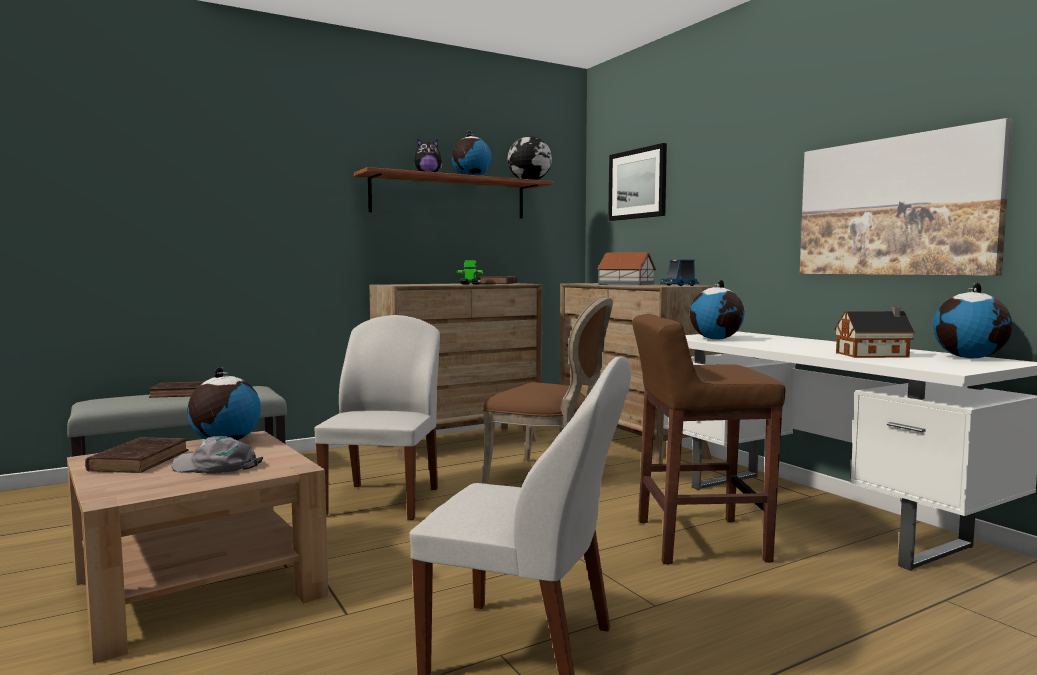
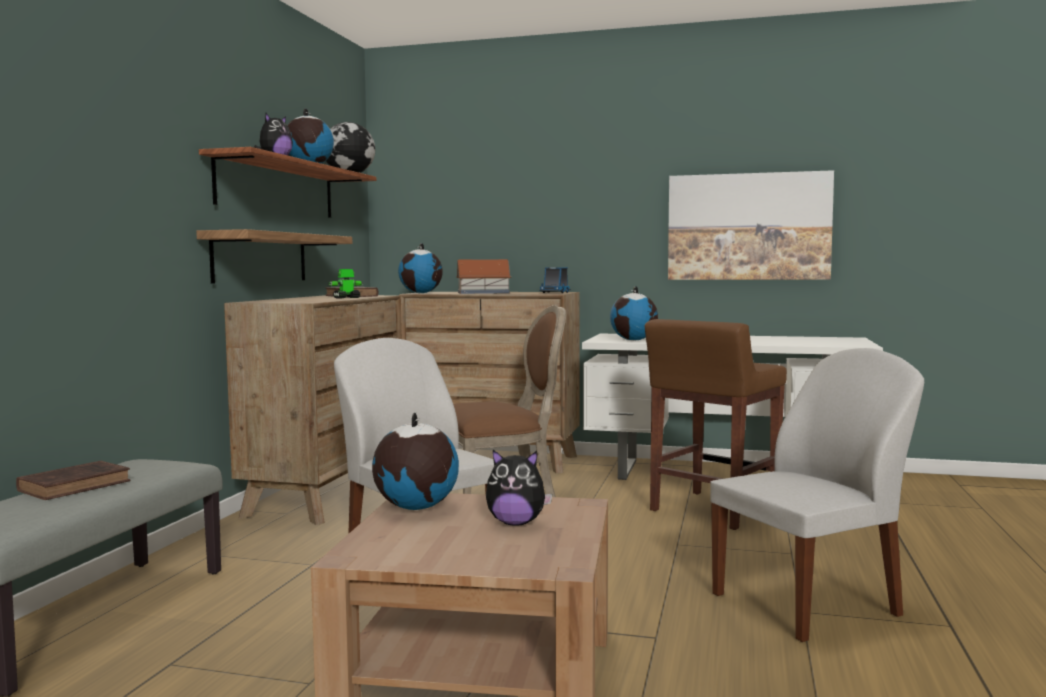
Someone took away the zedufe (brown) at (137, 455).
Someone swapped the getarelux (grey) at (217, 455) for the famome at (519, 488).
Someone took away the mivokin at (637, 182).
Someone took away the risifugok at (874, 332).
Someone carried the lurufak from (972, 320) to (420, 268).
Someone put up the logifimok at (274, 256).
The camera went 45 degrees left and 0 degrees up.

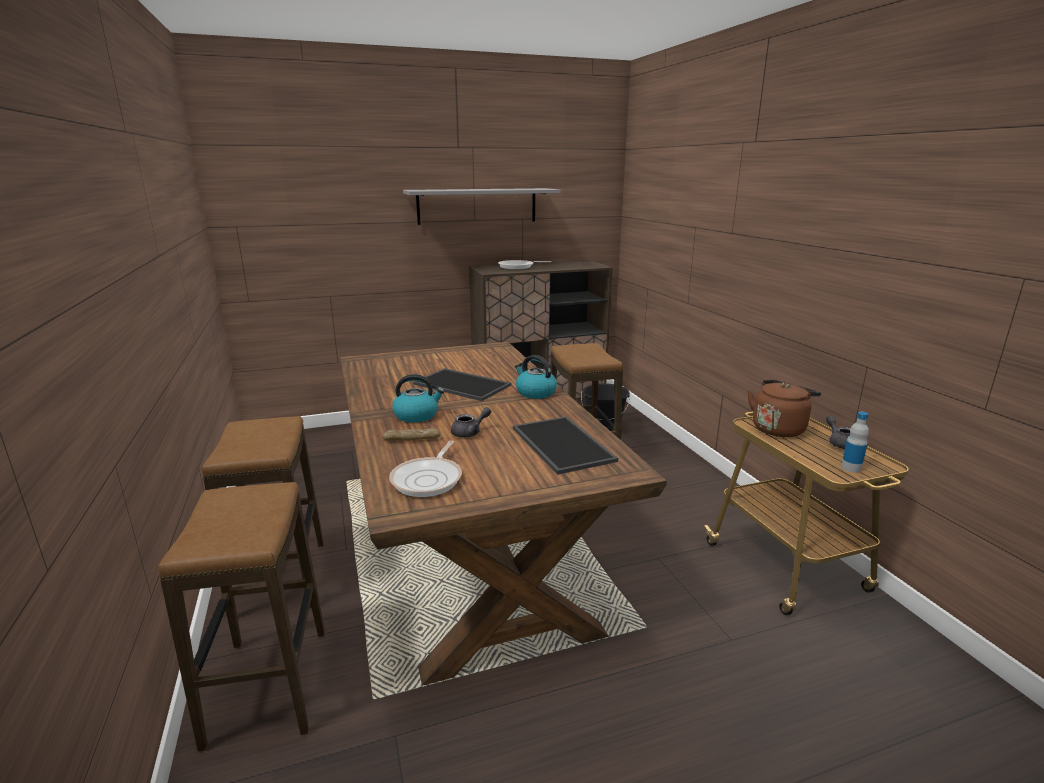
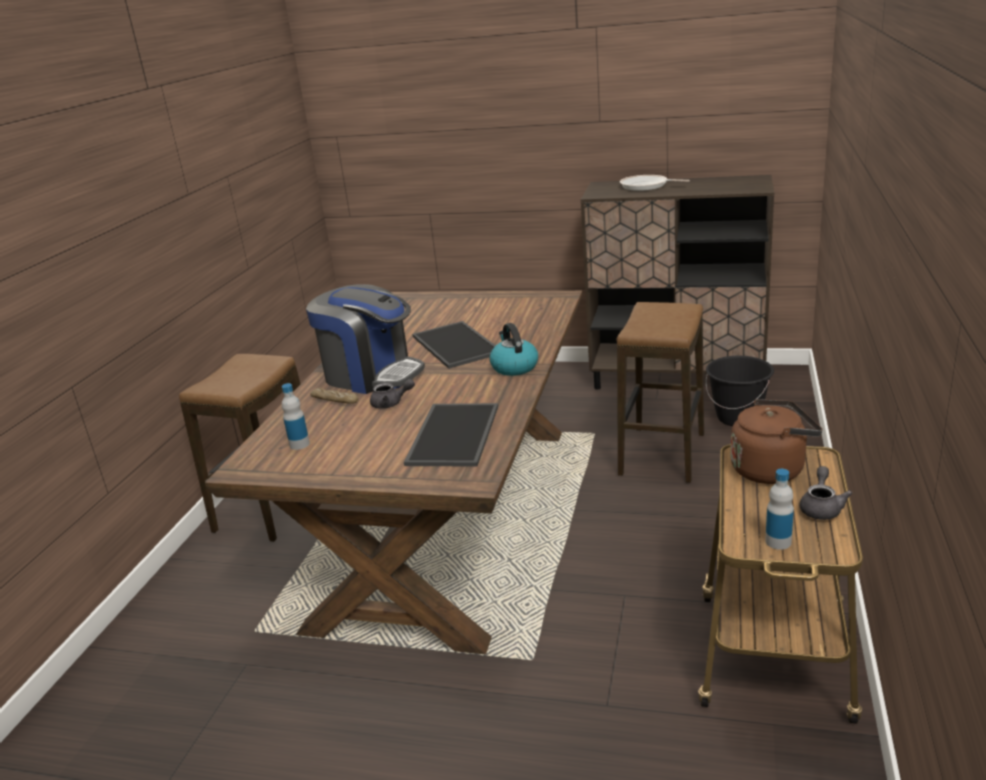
Someone took away the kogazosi at (241, 616).
Someone swapped the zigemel at (425, 469) for the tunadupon at (296, 416).
Someone swapped the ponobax at (418, 398) for the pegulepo at (365, 339).
Someone took away the logifimok (grey) at (481, 206).
The camera went 35 degrees right and 5 degrees up.

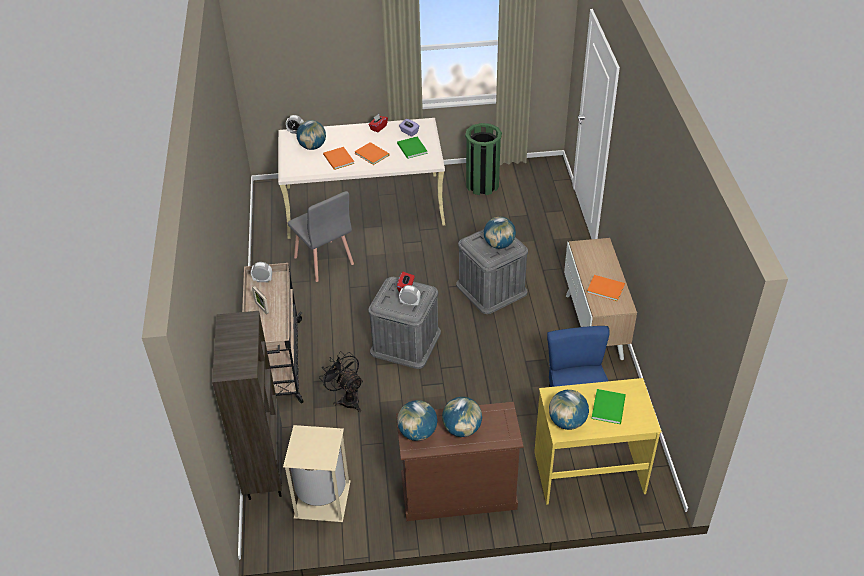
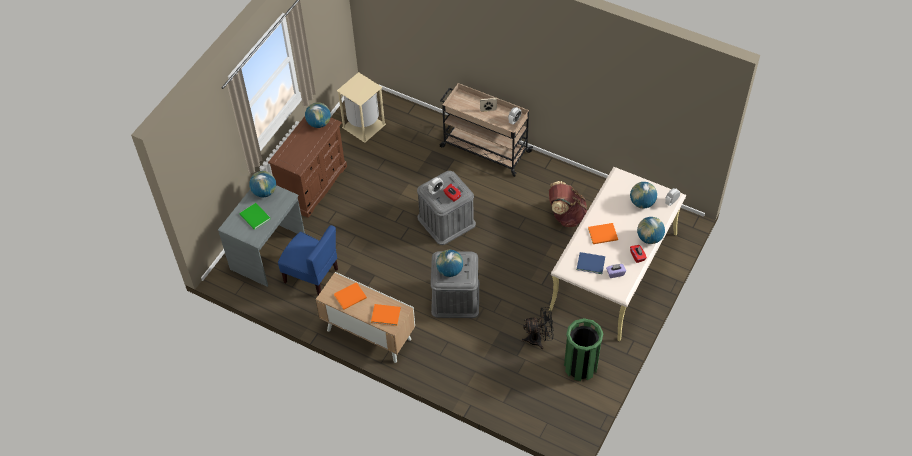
Someone took away the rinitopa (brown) at (247, 405).
Someone swapped the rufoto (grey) at (320, 236) for the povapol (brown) at (568, 204).
Someone carried the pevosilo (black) from (341, 381) to (537, 328).
Someone carried the zedufe (orange) from (339, 158) to (386, 315).
Someone repainted the zedufe (green) at (412, 148), which became the zedufe (blue) at (591, 263).
Someone carried the lurufak from (462, 417) to (651, 230).
Someone repainted the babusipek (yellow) at (598, 441), which became the babusipek (grey) at (261, 236).
The camera went 125 degrees right and 10 degrees up.

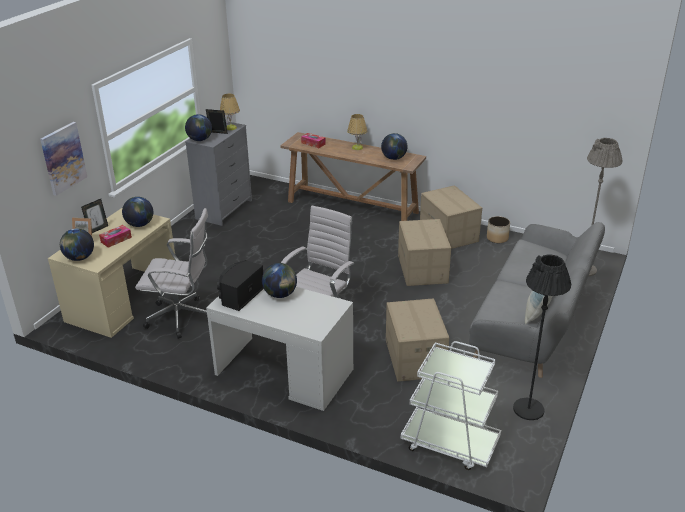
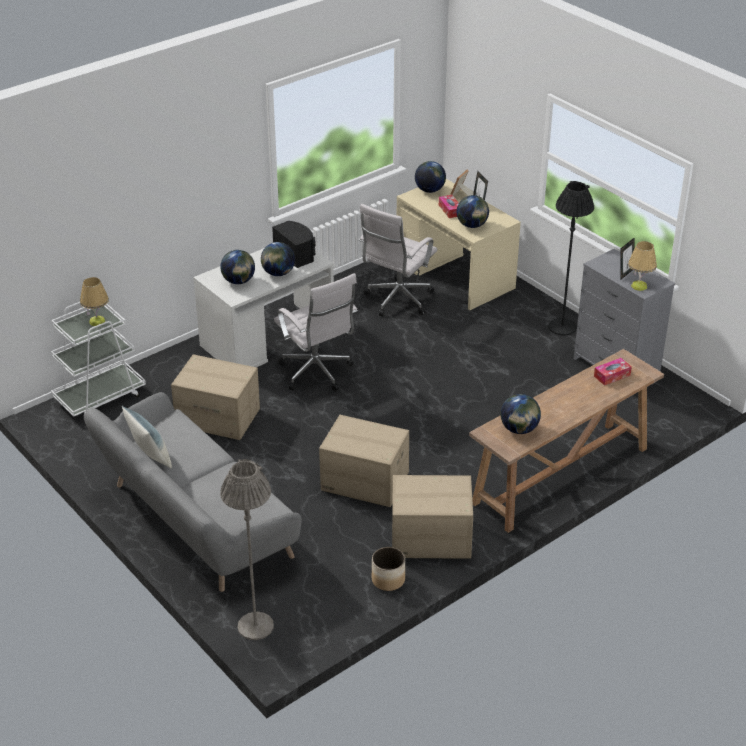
Someone took away the mivokin at (63, 159).
Someone carried the lurufak from (198, 127) to (237, 267).
Someone carried the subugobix from (357, 132) to (94, 301).
Someone carried the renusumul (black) from (542, 337) to (571, 258).
The camera went 115 degrees right and 5 degrees up.

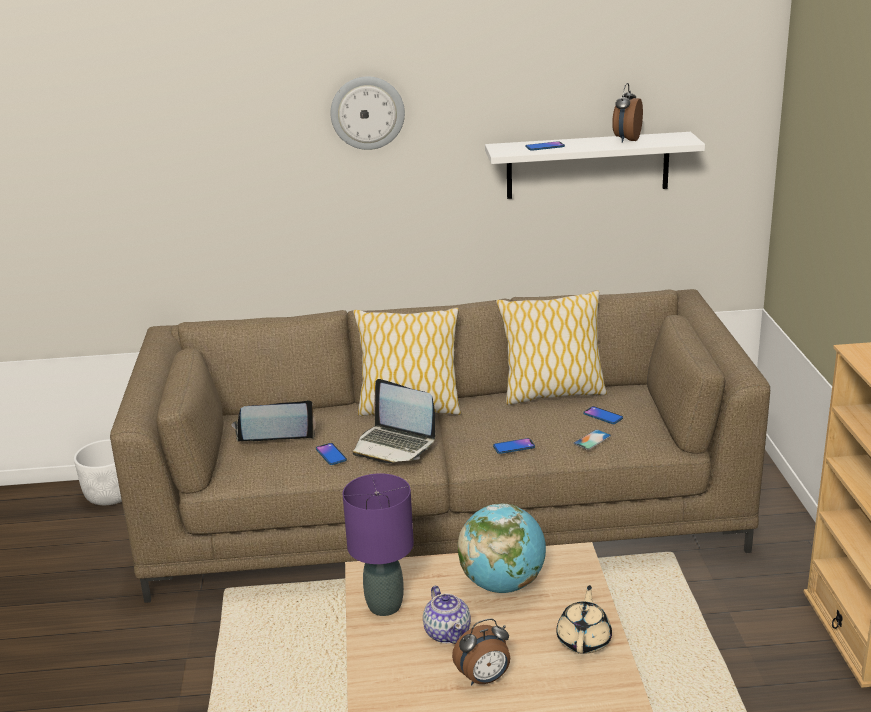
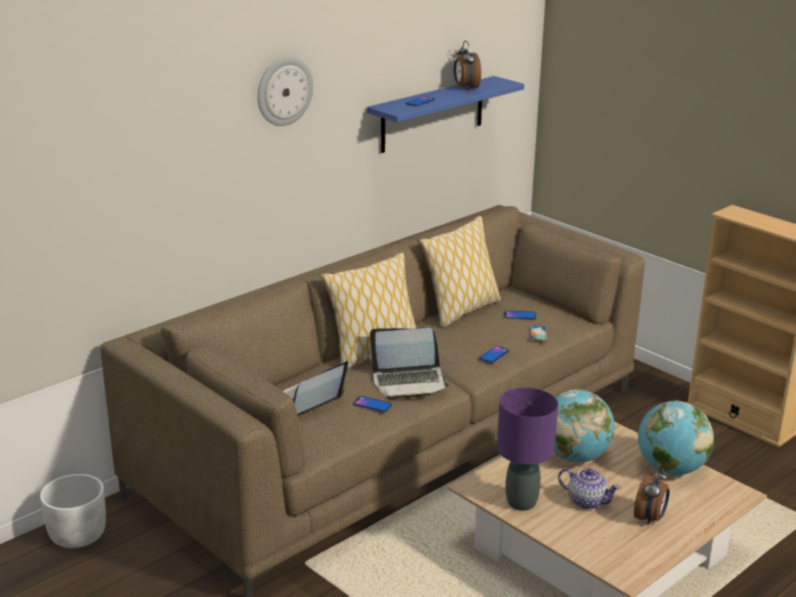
Someone repainted the logifimok (white) at (595, 165), which became the logifimok (blue) at (445, 114).
Someone swapped the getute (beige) at (584, 619) for the lurufak at (676, 438).
The camera went 40 degrees left and 0 degrees up.

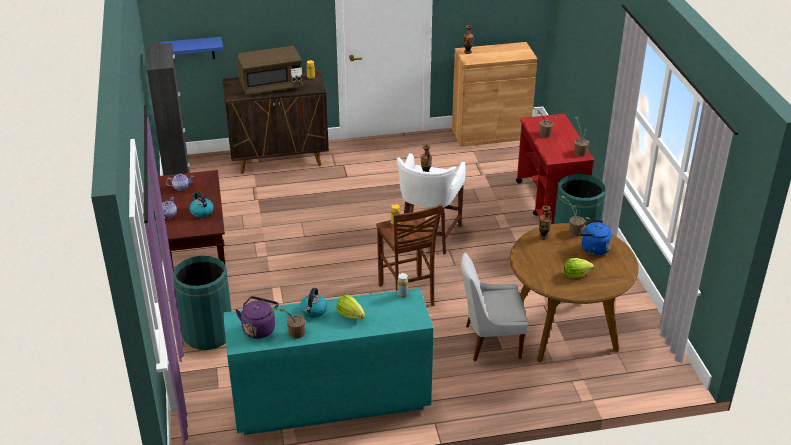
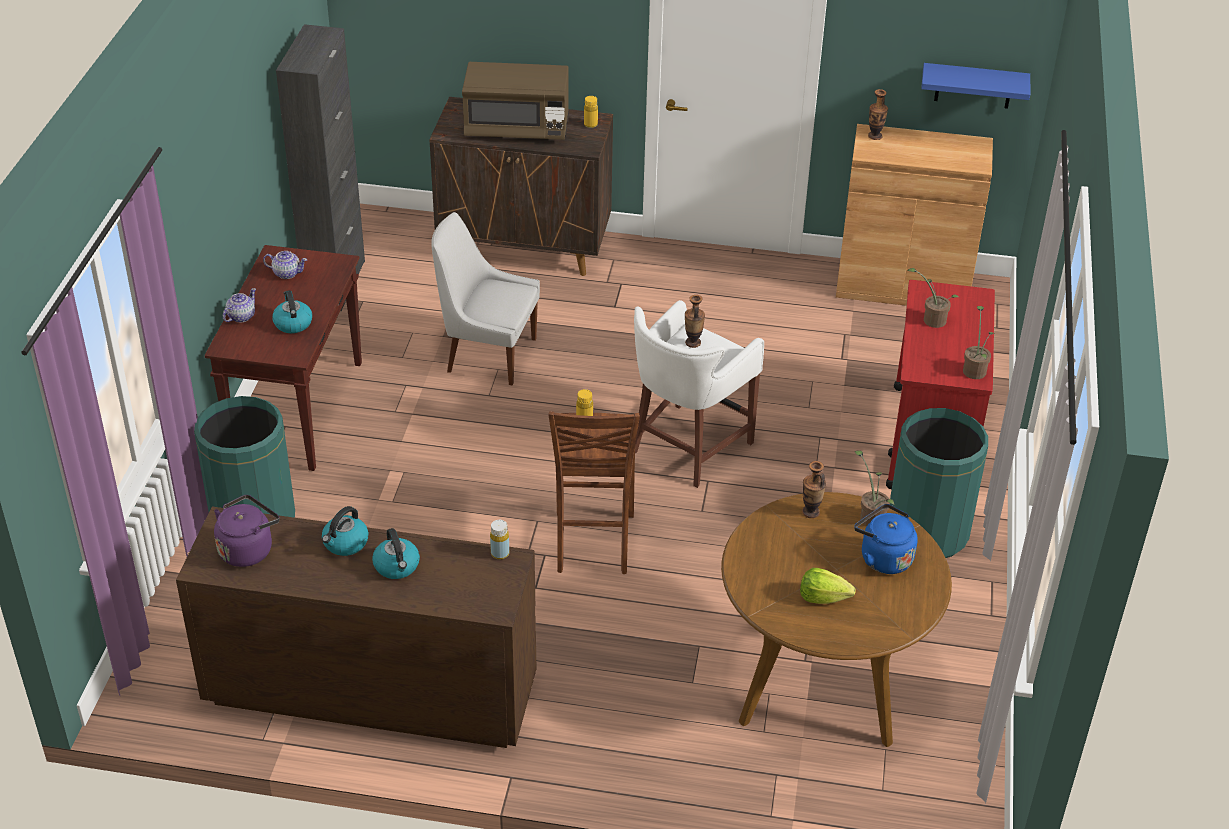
Someone carried the logifimok (blue) from (192, 49) to (975, 86).
Someone repainted the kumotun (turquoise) at (328, 361), which became the kumotun (brown) at (356, 627).
Someone took away the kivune at (288, 323).
Someone swapped the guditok at (350, 307) for the ponobax at (396, 553).
Someone carried the rufoto (white) from (494, 307) to (485, 298).
The camera went 20 degrees right and 5 degrees up.

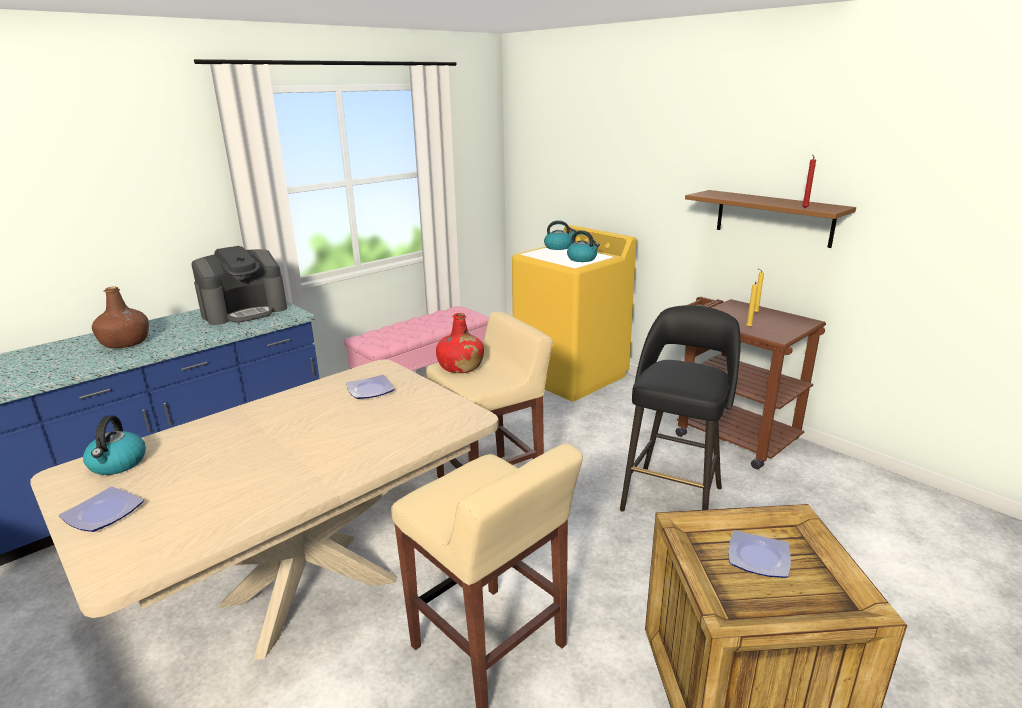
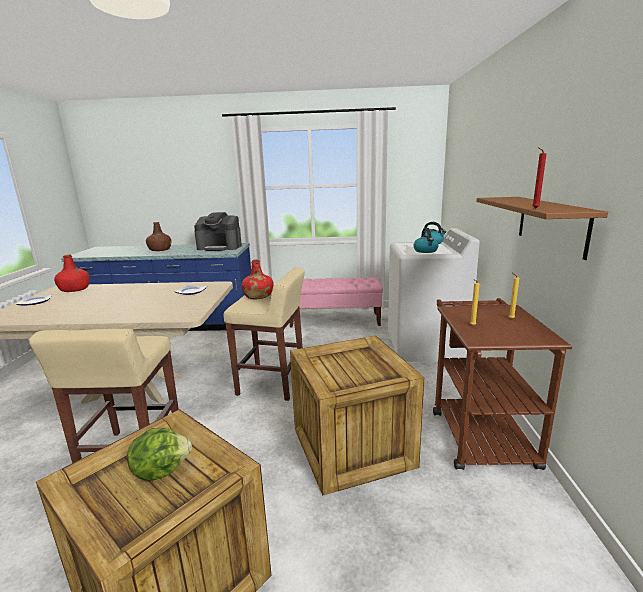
Someone swapped the ponobax at (114, 445) for the tunadupon (red) at (72, 273).
Someone repainted the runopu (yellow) at (574, 313), which became the runopu (white) at (434, 295).
Someone swapped the kogazosi (black) at (680, 408) for the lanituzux at (357, 416).
Someone swapped the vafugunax at (759, 554) for the guditok at (159, 454).
The camera went 45 degrees right and 5 degrees down.

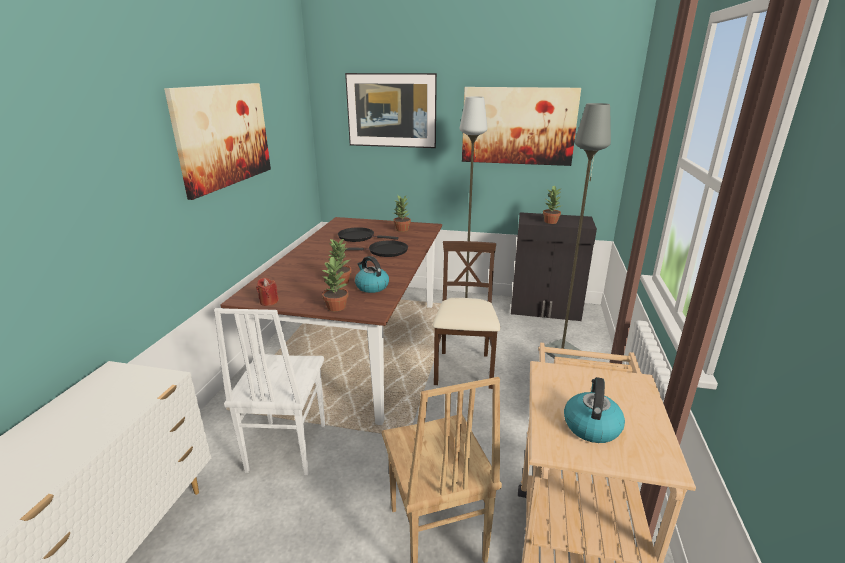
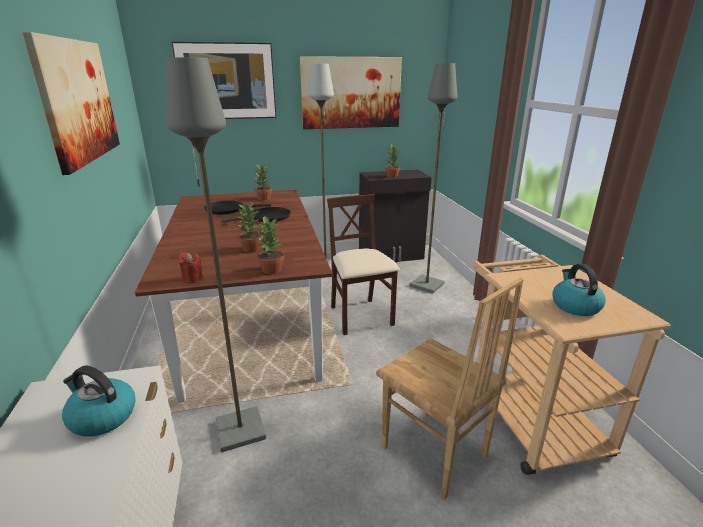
Someone swapped the rufoto (white) at (269, 391) for the renusumul (grey) at (216, 254).
Someone carried the ponobax from (372, 274) to (98, 401).
The camera went 25 degrees left and 0 degrees up.

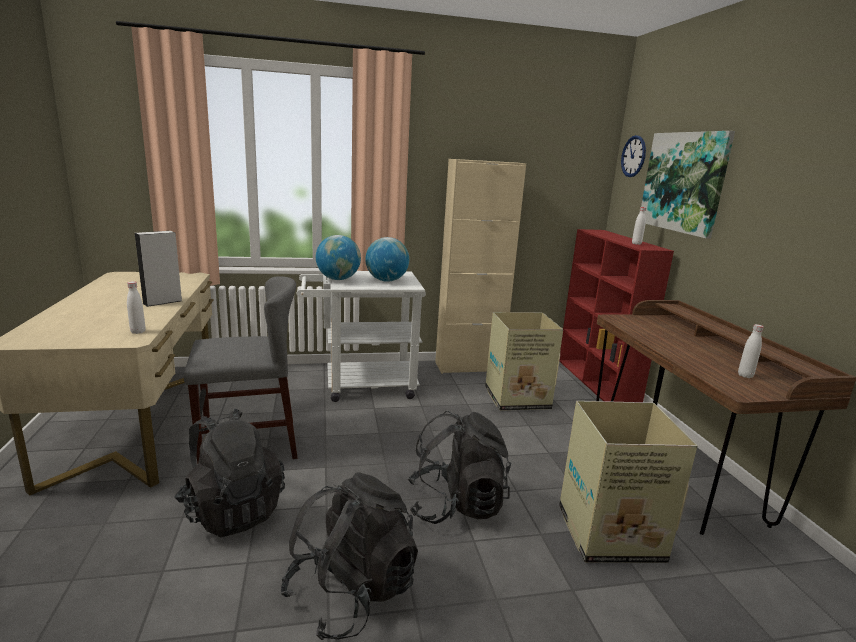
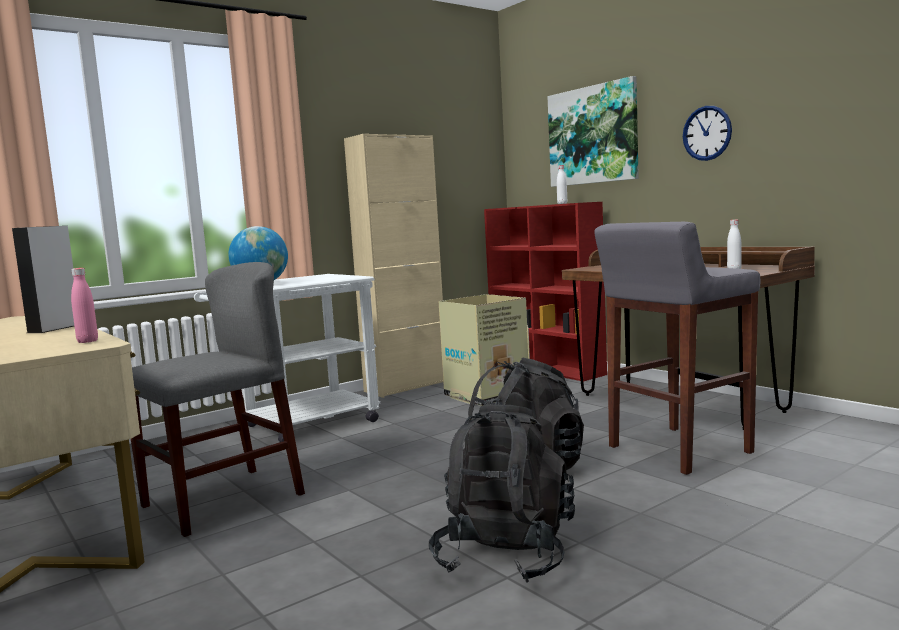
Someone repainted the tunadupon (white) at (136, 307), which became the tunadupon (pink) at (84, 305).
Someone took away the povapol (black) at (230, 473).
Someone took away the lurufak at (387, 259).
Someone swapped the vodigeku at (628, 482) for the kogazosi (grey) at (677, 348).
Someone carried the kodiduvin from (633, 156) to (707, 133).
The camera went 25 degrees left and 10 degrees down.

